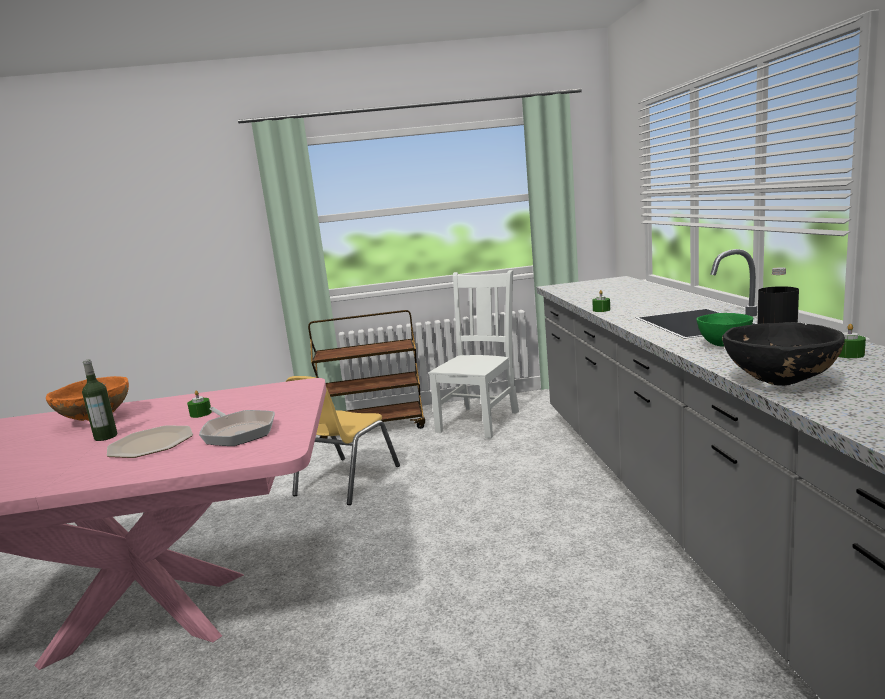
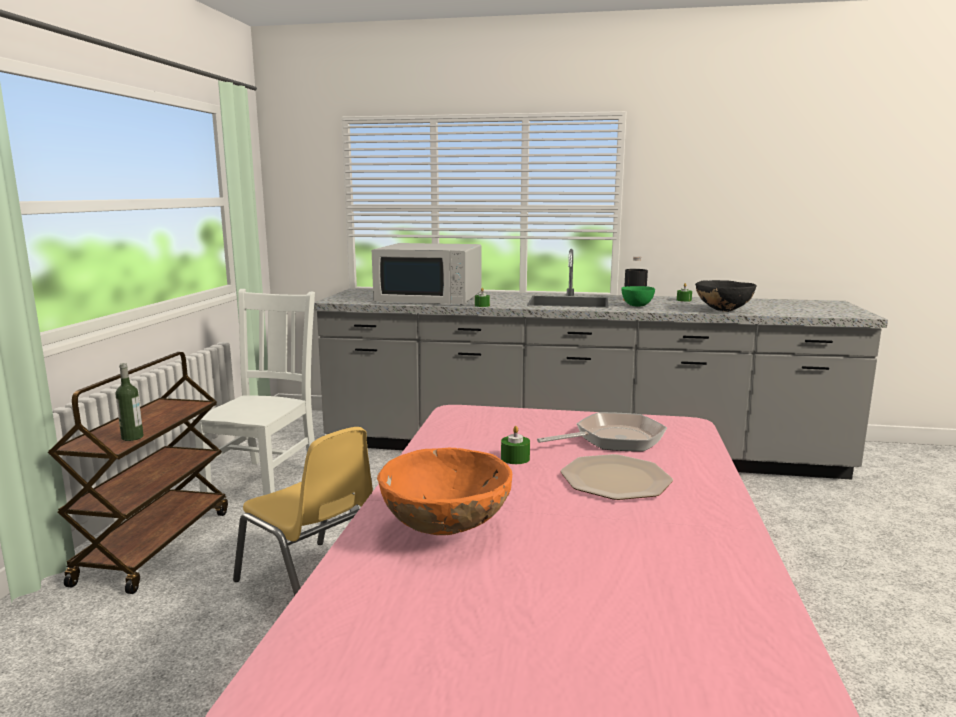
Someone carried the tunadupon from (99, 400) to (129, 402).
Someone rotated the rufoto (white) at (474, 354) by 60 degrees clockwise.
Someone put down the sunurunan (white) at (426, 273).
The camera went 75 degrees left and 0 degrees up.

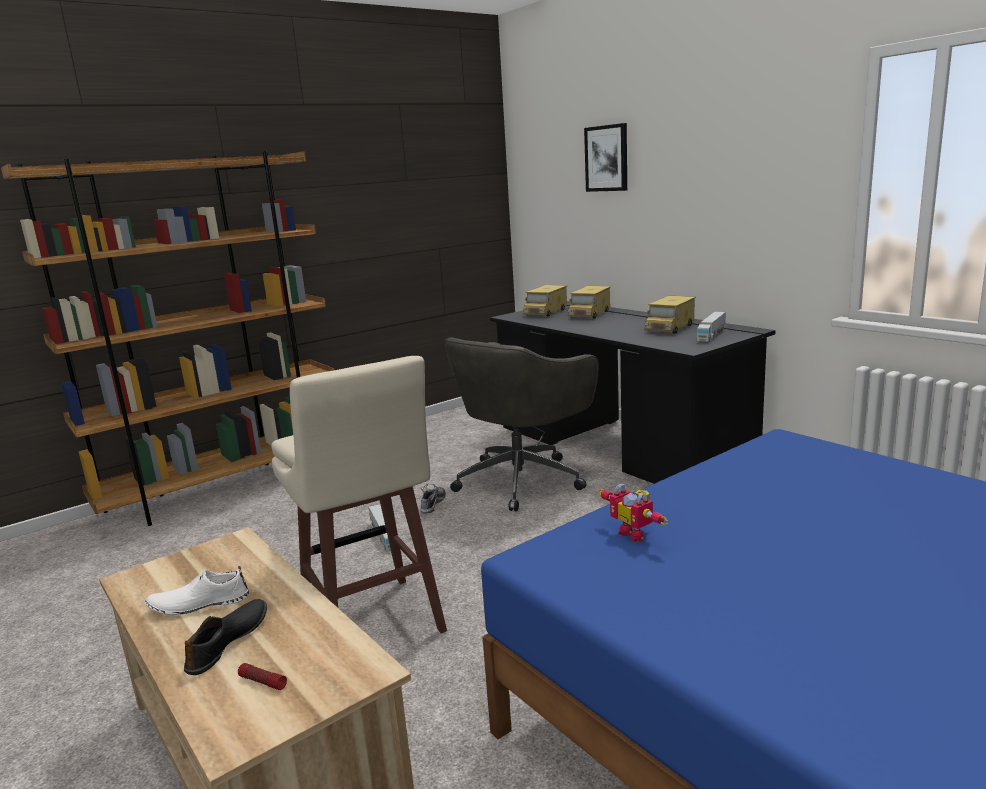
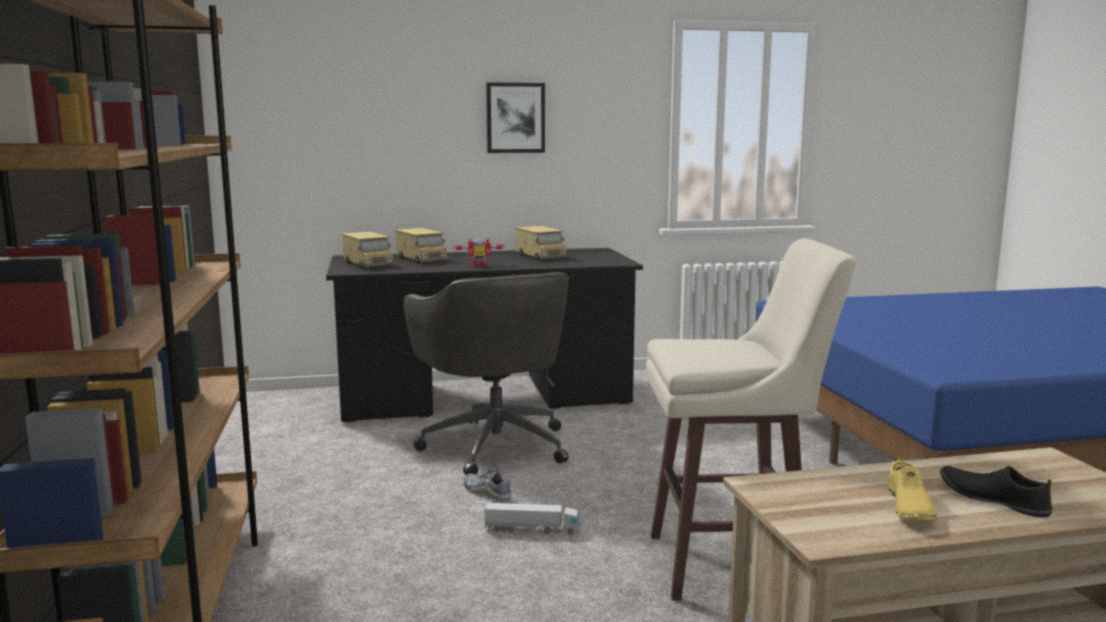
Someone repainted the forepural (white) at (197, 590), which became the forepural (yellow) at (912, 488).
Someone took away the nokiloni at (262, 676).
Someone carried the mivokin from (605, 157) to (515, 117).
Someone carried the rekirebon from (633, 513) to (479, 251).
Someone took away the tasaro at (711, 326).
The camera went 65 degrees left and 5 degrees down.

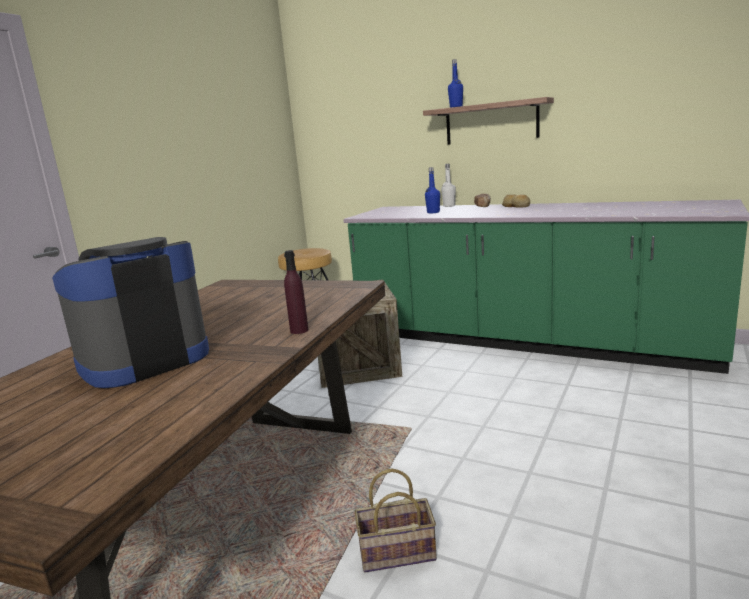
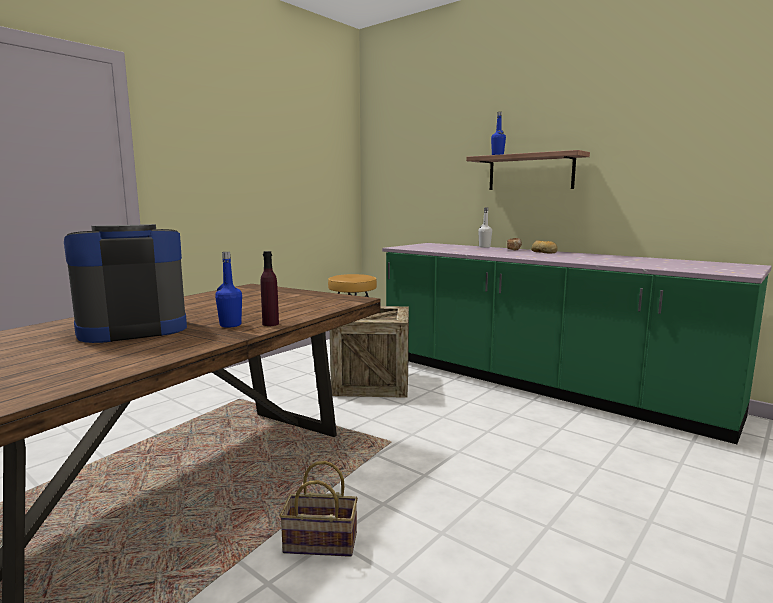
Someone carried the tunadupon (blue) from (432, 190) to (228, 290).
The camera went 10 degrees right and 5 degrees down.

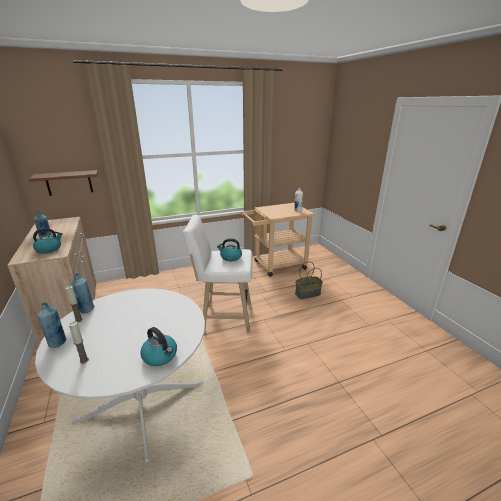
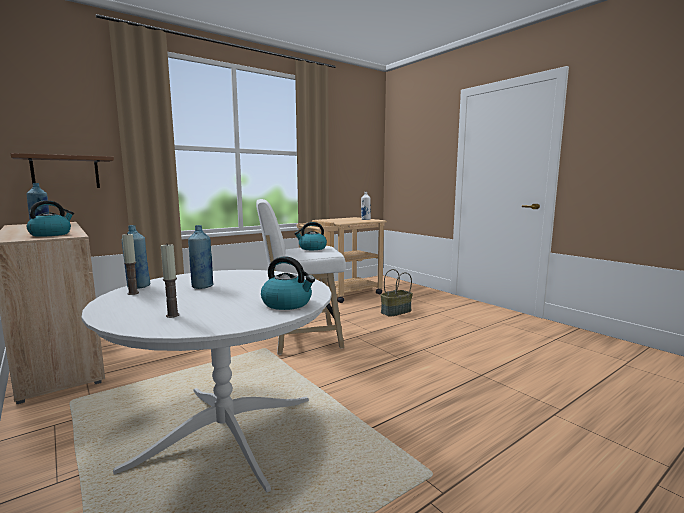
Someone carried the tunadupon (blue) from (52, 325) to (201, 257).
The camera went 15 degrees left and 15 degrees down.

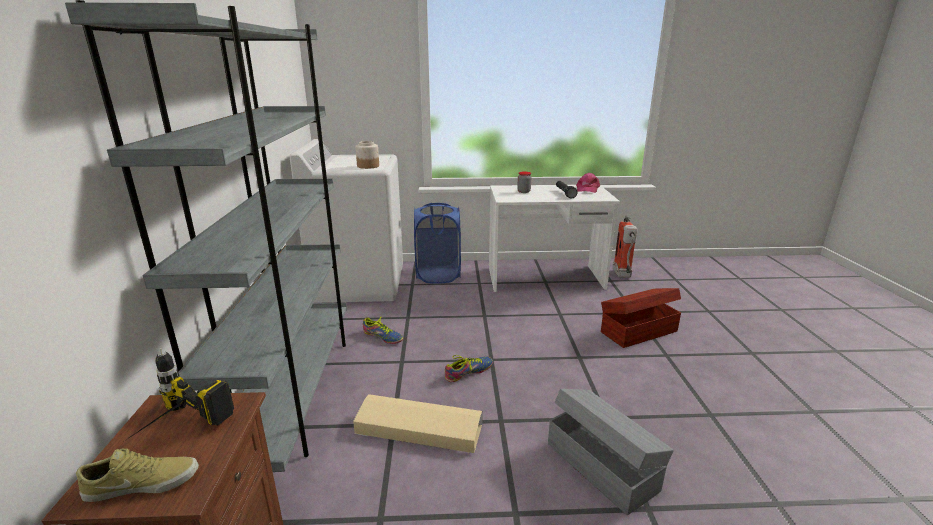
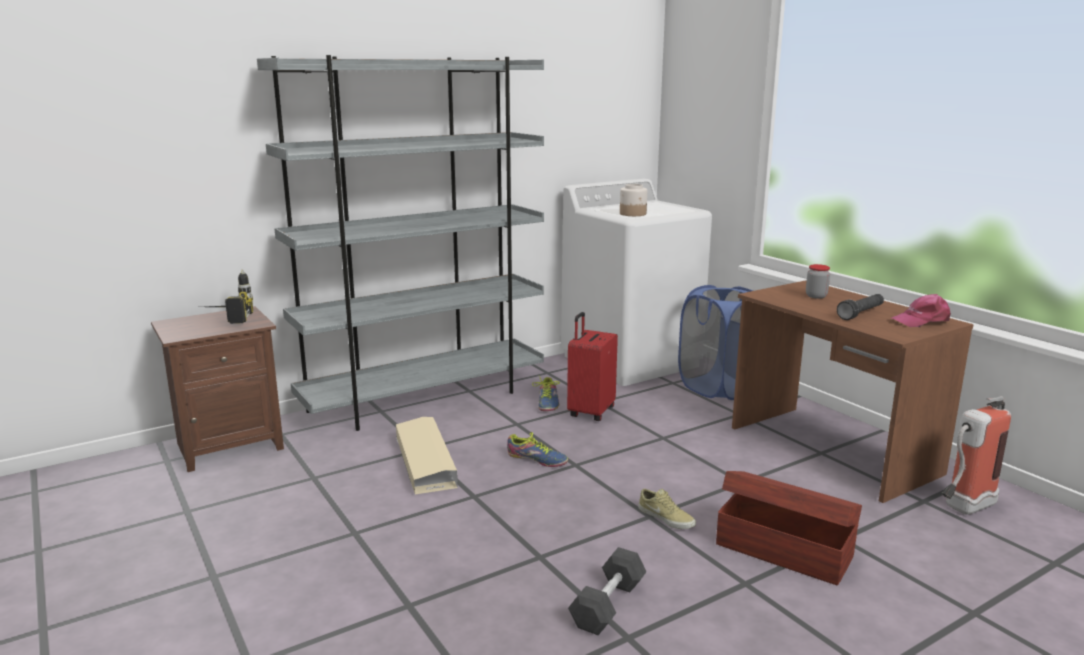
Someone carried the forepural (beige) from (137, 475) to (667, 509).
Someone repainted the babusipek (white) at (554, 238), which became the babusipek (brown) at (853, 391).
Someone took away the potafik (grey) at (611, 452).
Someone put down the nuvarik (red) at (592, 366).
Someone put down the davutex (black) at (607, 591).
The camera went 60 degrees right and 5 degrees down.

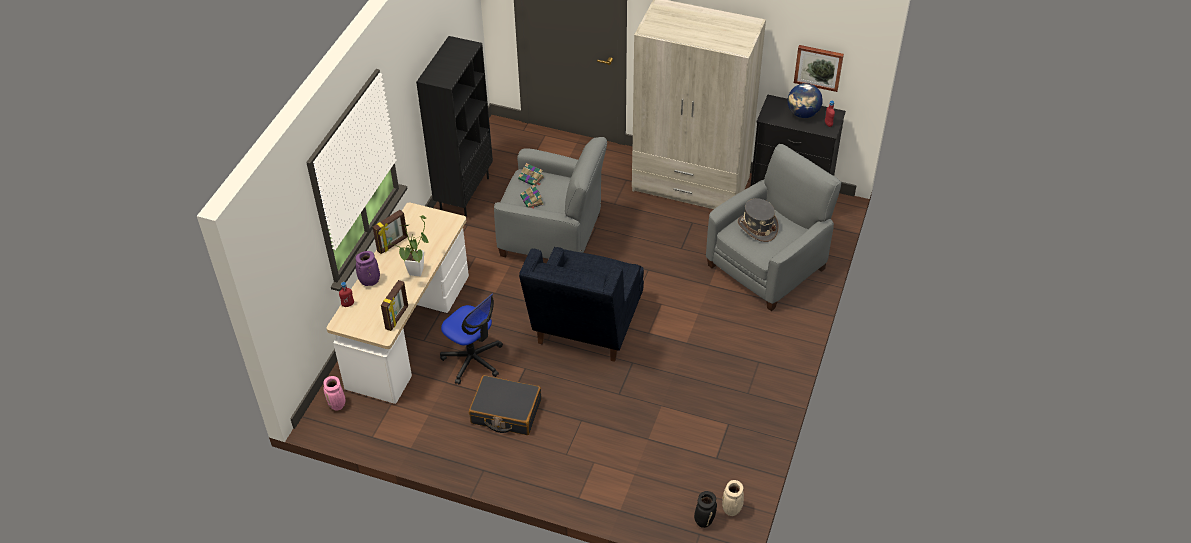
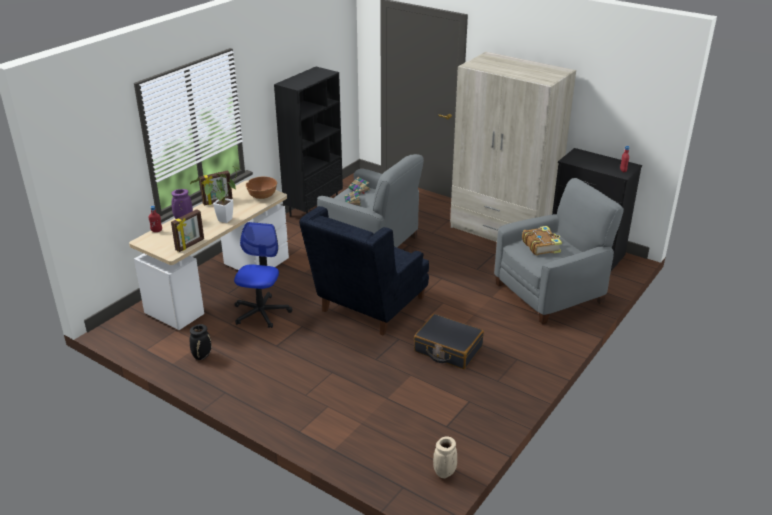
Someone took away the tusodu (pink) at (334, 393).
Someone rotated the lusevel at (471, 338) by 135 degrees counterclockwise.
Someone carried the nuvarik (black) from (505, 405) to (449, 341).
Someone carried the tusodu (black) from (705, 509) to (200, 342).
Someone swapped the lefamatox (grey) at (758, 220) for the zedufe at (542, 240).
Someone took away the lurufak at (805, 100).
Someone took away the mivokin at (819, 68).
Someone put down the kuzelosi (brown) at (261, 187).
The camera went 15 degrees right and 15 degrees down.

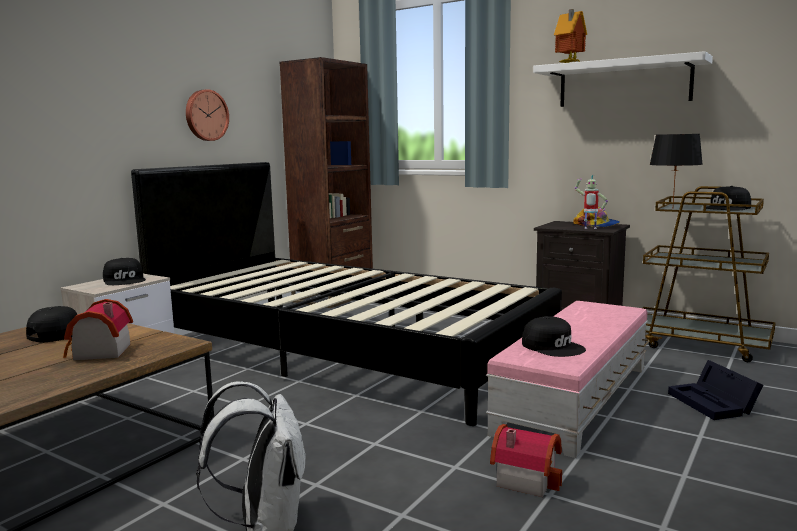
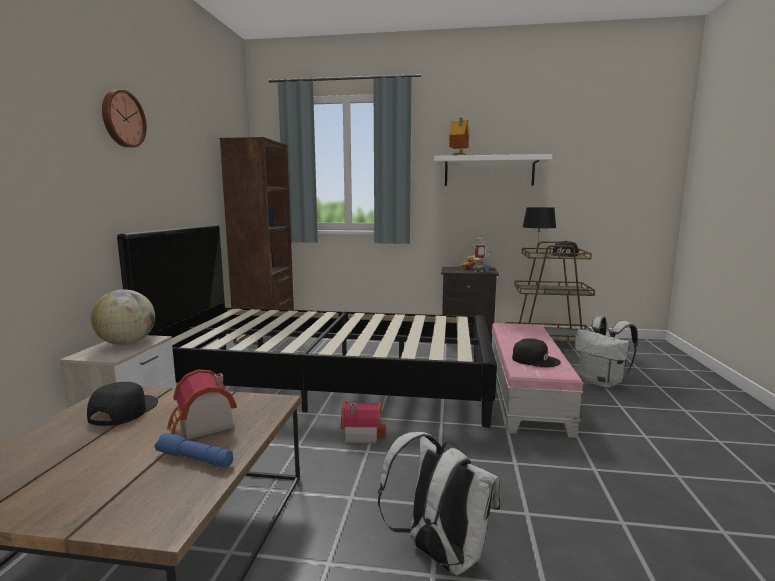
Someone swapped the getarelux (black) at (124, 271) for the lurufak at (123, 317).
Someone carried the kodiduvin from (207, 115) to (124, 119).
Someone carried the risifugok from (526, 460) to (363, 422).
Someone swapped the potafik (black) at (715, 390) for the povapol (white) at (606, 352).
Someone put down the nokiloni (blue) at (194, 450).
The camera went 25 degrees left and 0 degrees up.

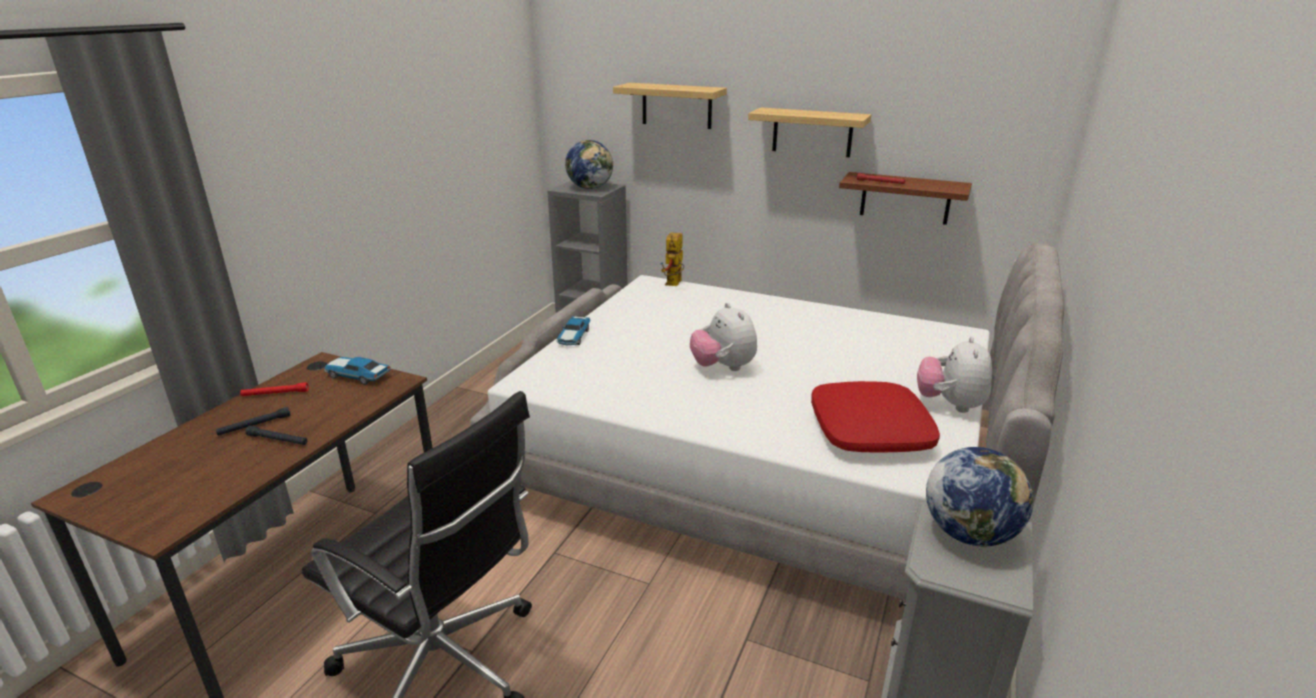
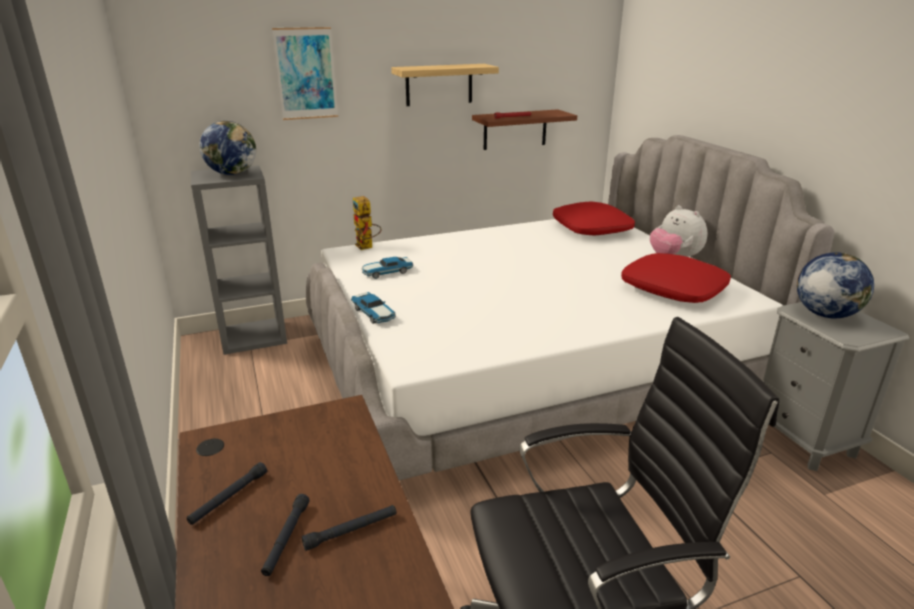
Someone repainted the nokiloni (red) at (274, 389), which became the nokiloni (black) at (227, 493).
Someone carried the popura from (357, 371) to (387, 268).
Someone swapped the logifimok at (670, 106) for the mivokin at (305, 73).
Someone took away the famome at (723, 337).
Someone put down the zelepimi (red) at (594, 219).
The camera went 45 degrees left and 0 degrees up.

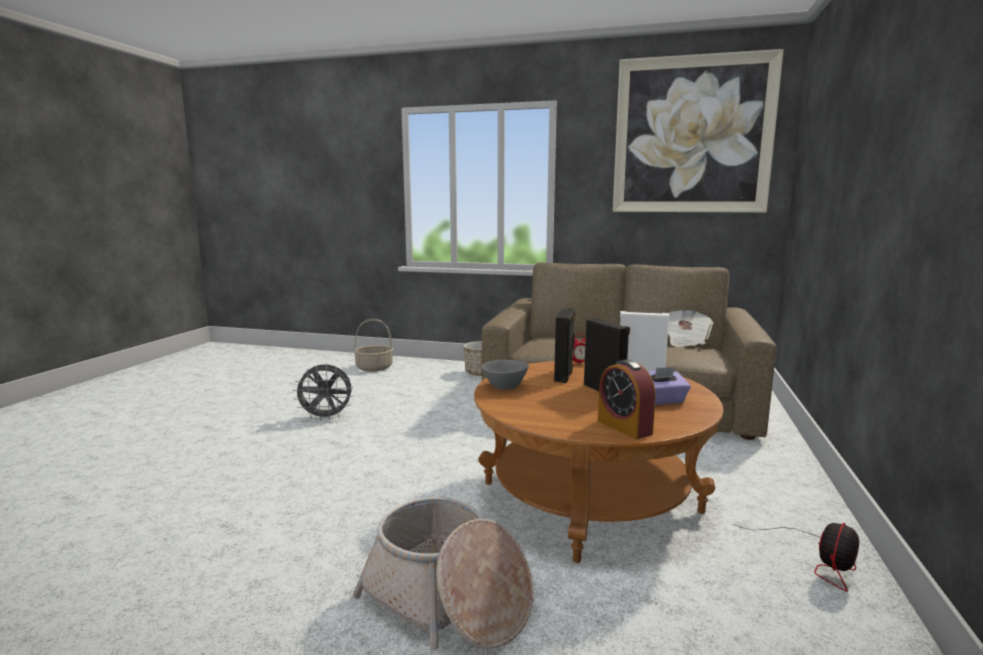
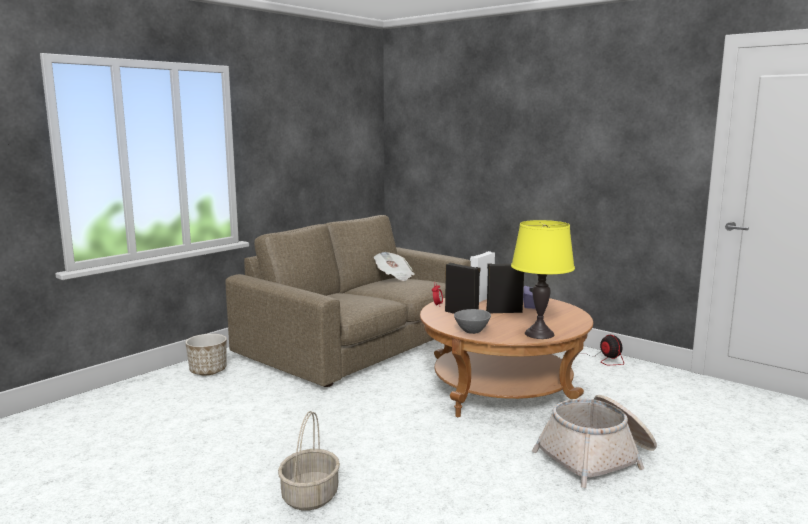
Someone took away the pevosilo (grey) at (323, 392).
Someone carried the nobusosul from (373, 345) to (309, 461).
Someone took away the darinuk at (627, 399).
Someone took away the mivokin at (698, 131).
Someone put down the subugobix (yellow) at (543, 279).
The camera went 65 degrees left and 0 degrees up.

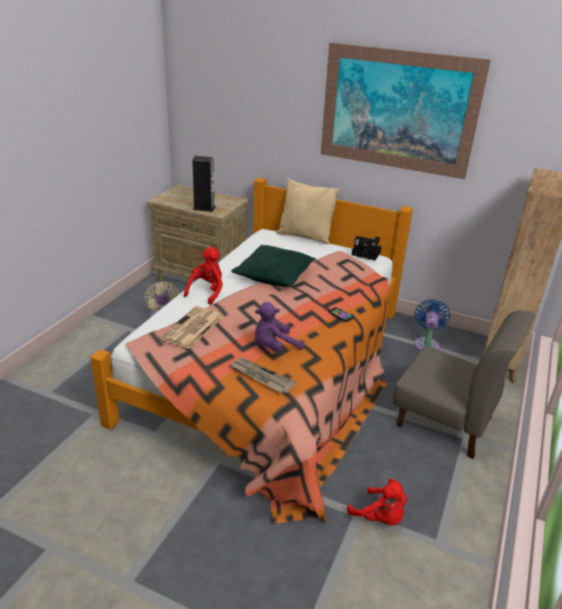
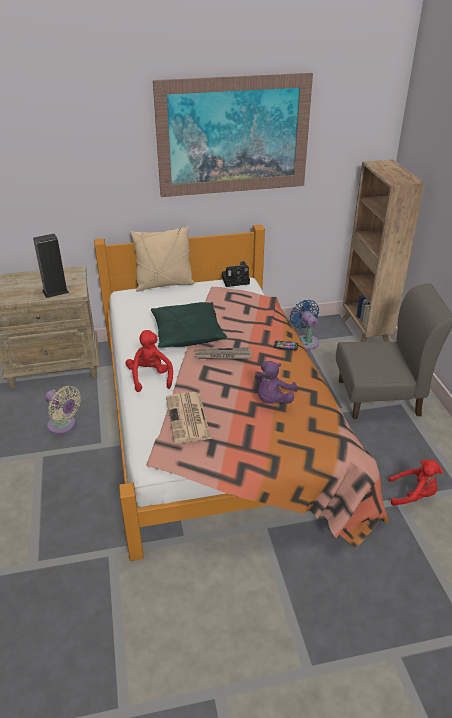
Someone carried the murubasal from (263, 375) to (223, 353).
The camera went 35 degrees left and 5 degrees up.

